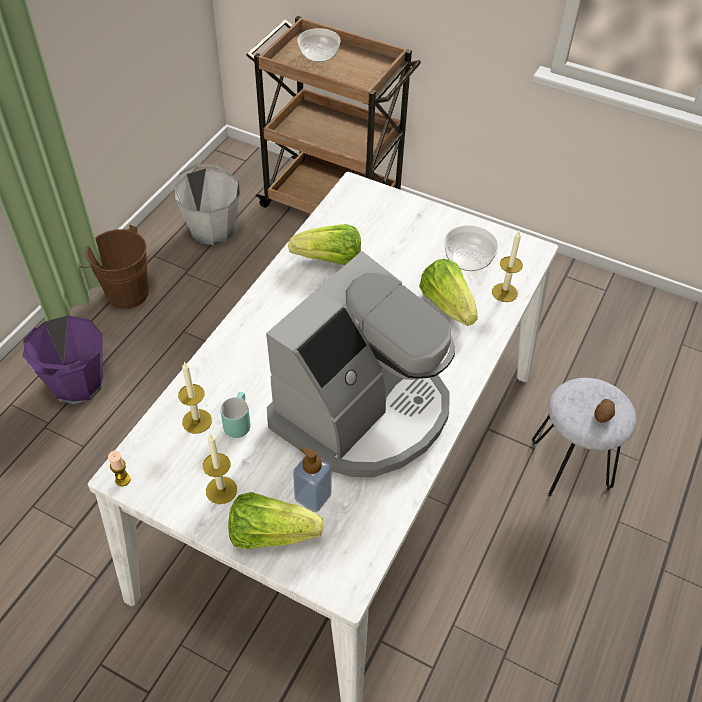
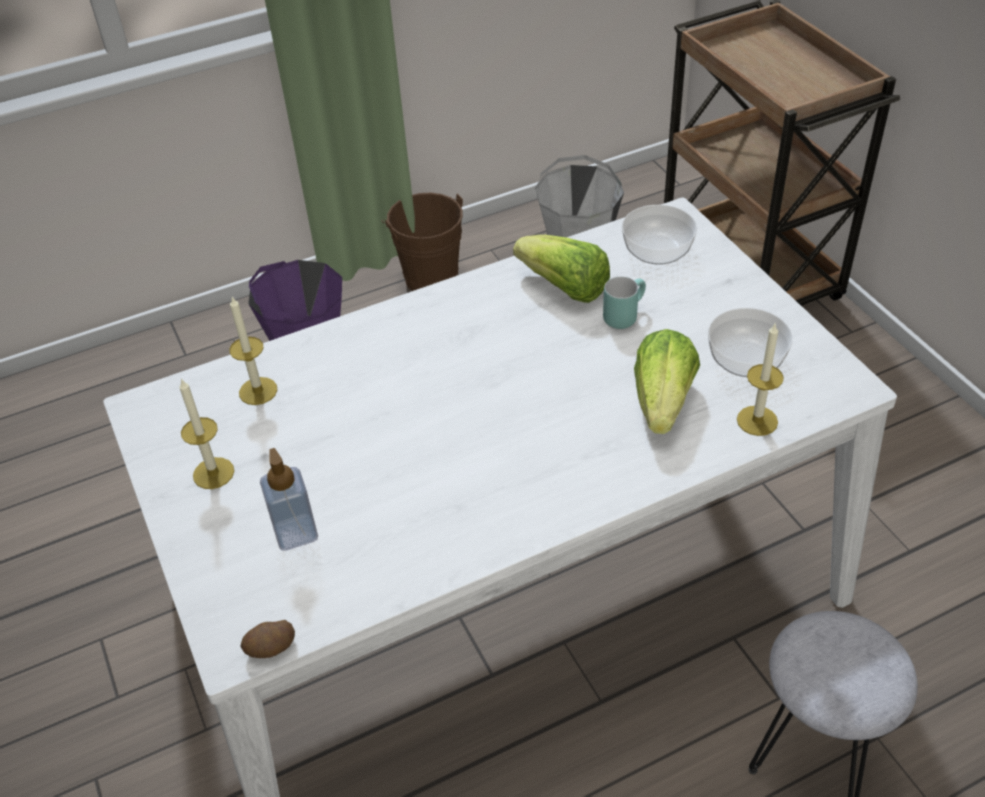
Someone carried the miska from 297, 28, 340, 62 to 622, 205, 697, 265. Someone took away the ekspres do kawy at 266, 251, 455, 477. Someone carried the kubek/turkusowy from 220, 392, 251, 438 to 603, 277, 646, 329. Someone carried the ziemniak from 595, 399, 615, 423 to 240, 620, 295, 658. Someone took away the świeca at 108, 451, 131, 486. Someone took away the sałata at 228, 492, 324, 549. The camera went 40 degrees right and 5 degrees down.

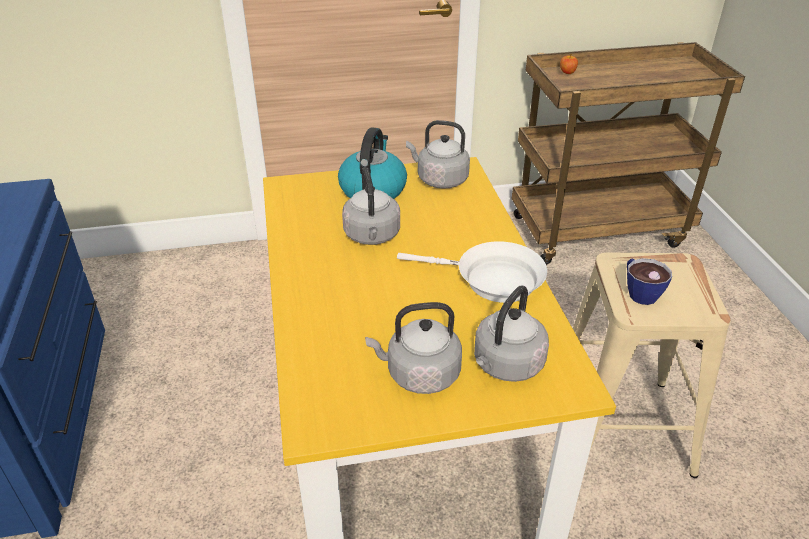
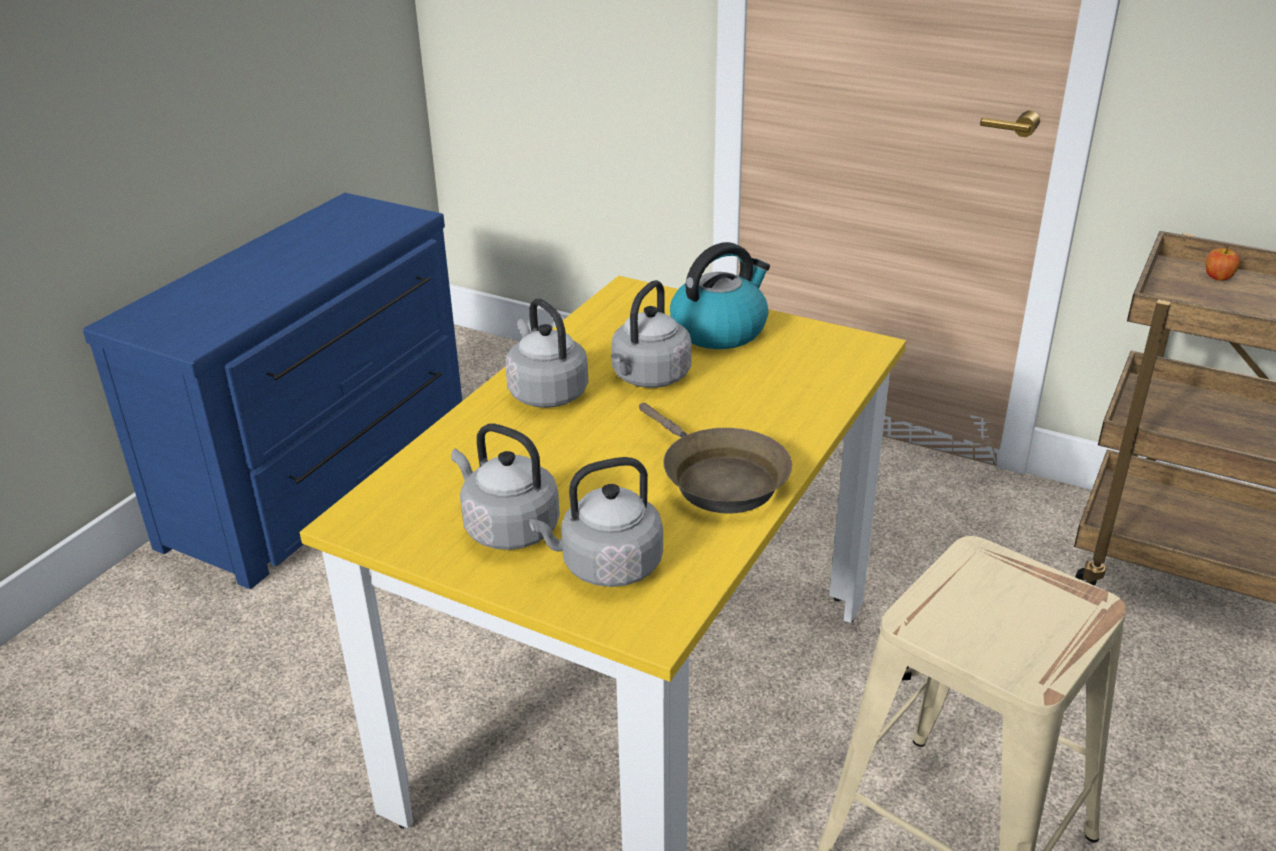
Someone carried the czajnik/szary from 406, 120, 470, 189 to 505, 298, 588, 408. Someone repainted the patelnia/biały at 397, 241, 547, 303, which became the patelnia/brązowy at 639, 403, 792, 513. Someone took away the filiżanka at 627, 258, 672, 305. The camera went 40 degrees right and 5 degrees down.

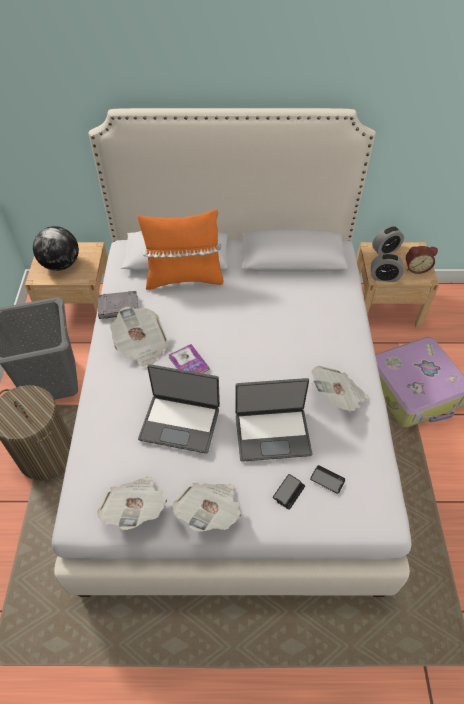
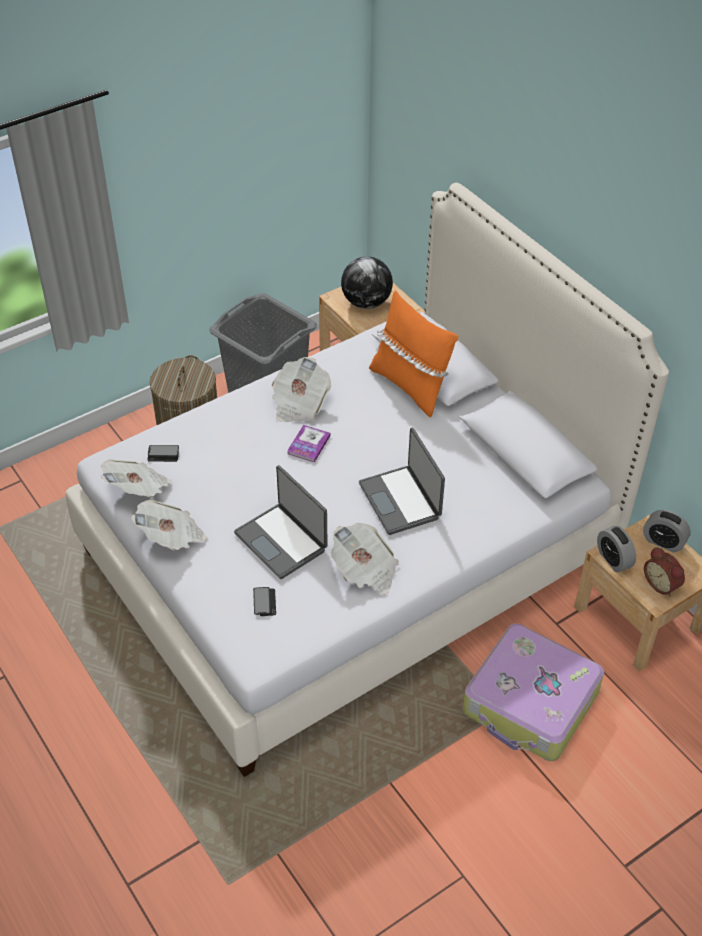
Someone took away the książka/szary at 98, 291, 138, 319. Someone carried the laptop from 138, 364, 220, 454 to 359, 427, 445, 535. Someone carried the telefon from 273, 474, 305, 510 to 147, 445, 179, 462. The camera went 55 degrees right and 5 degrees down.

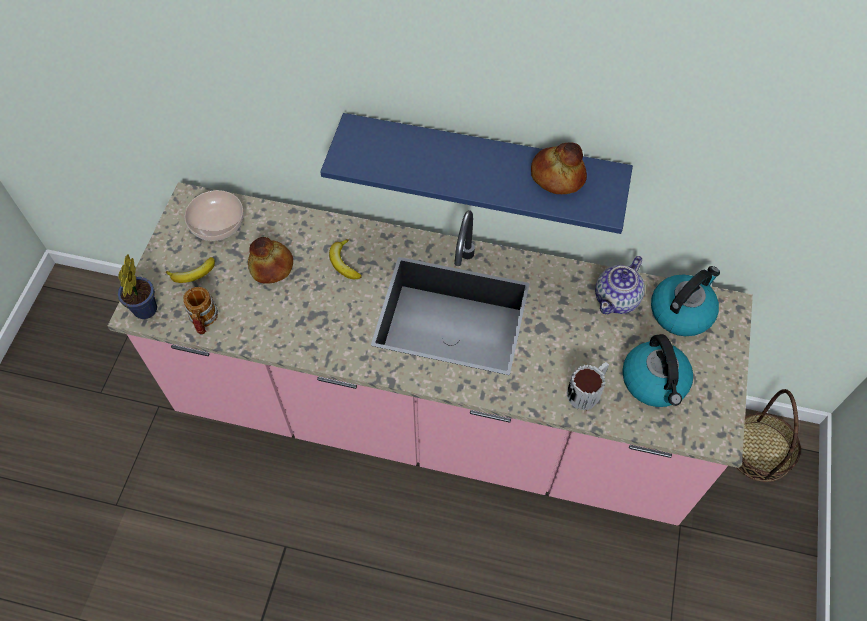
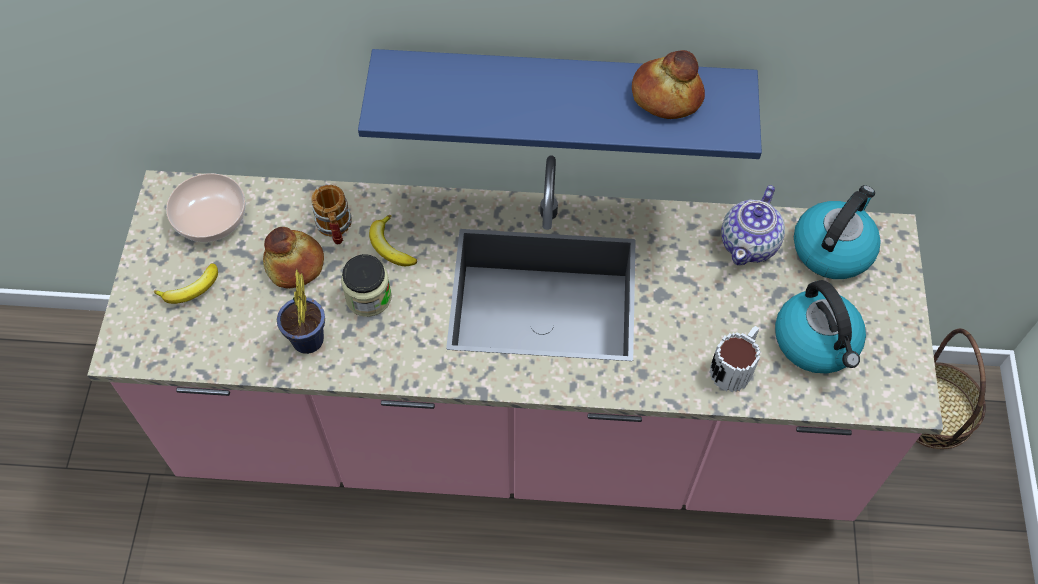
Someone carried the roślina doniczkowa from 118, 254, 157, 319 to 277, 269, 325, 354. Someone carried the kubek from 183, 287, 218, 334 to 311, 185, 352, 244. Someone put down the słoik at 341, 254, 392, 317. The camera went 10 degrees left and 0 degrees up.

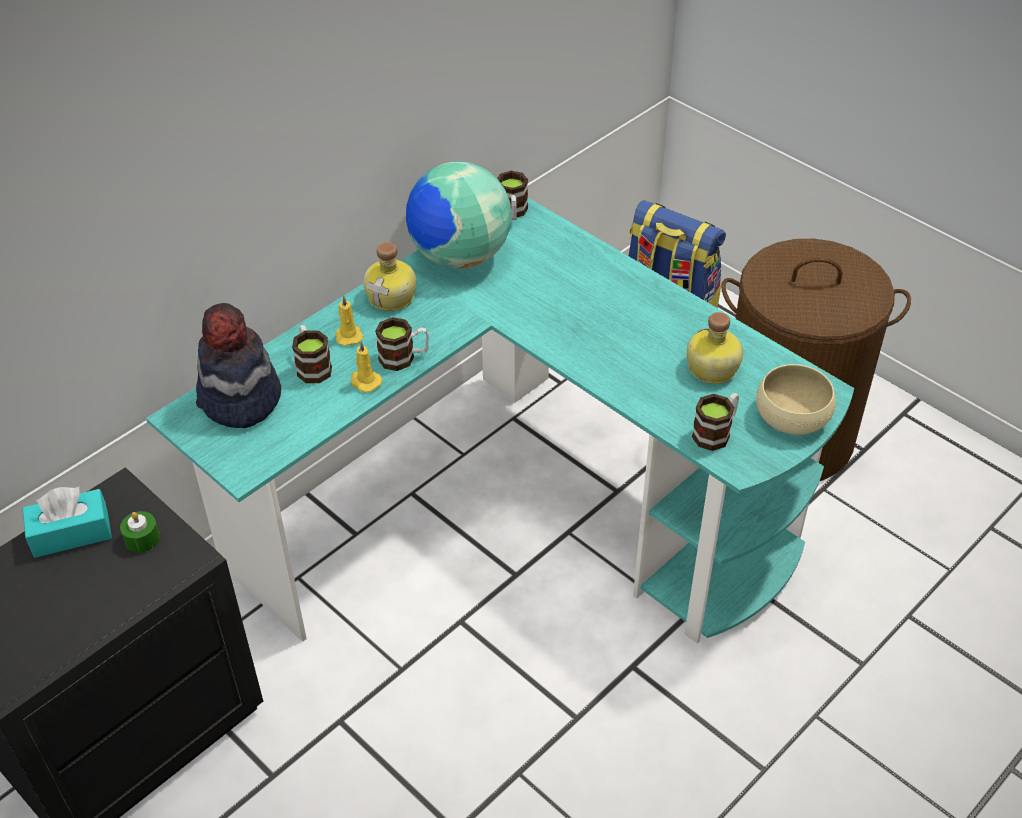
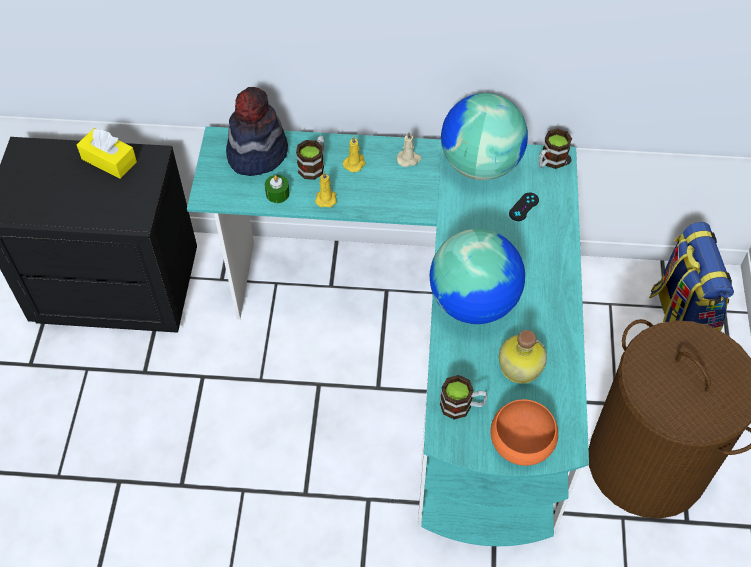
Someone swapped the butelka at 363, 242, 416, 311 for the świeca/beżowy at 396, 132, 422, 167. Someone took away the kubek at 375, 317, 429, 371. Someone repainted the miska/beżowy at 756, 364, 836, 435, which became the miska/pomarańczowy at 490, 399, 558, 466. Someone repainted the pudełko chusteczek/turkusowy at 22, 487, 112, 558, which became the pudełko chusteczek/żółty at 77, 128, 137, 179. Someone carried the świeca/zielony from 120, 511, 160, 553 to 265, 175, 290, 203. Someone put down the pad do gier/czarny at 509, 193, 539, 221. Someone put down the globus at 430, 229, 525, 324. The camera went 50 degrees right and 10 degrees up.

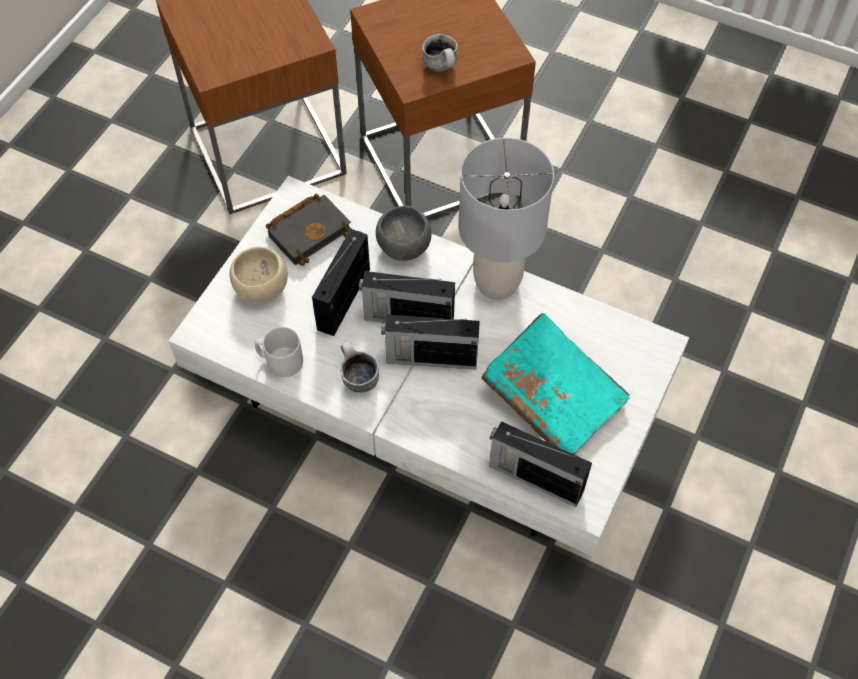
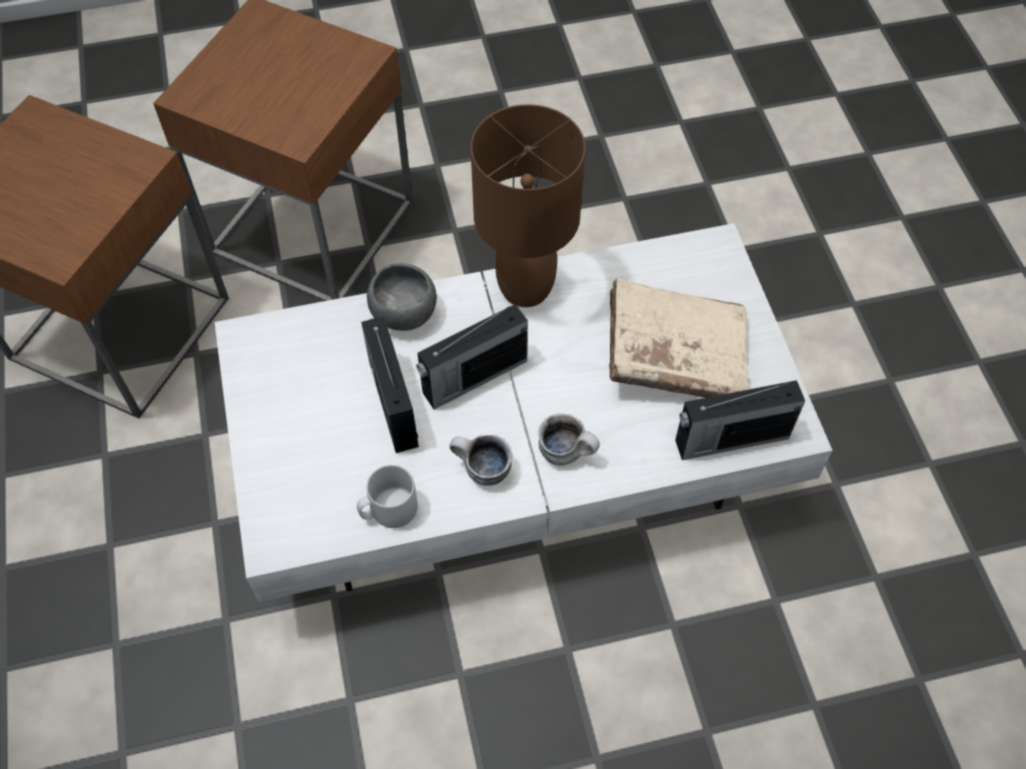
Someone carried the kubek from 422, 34, 458, 72 to 538, 413, 600, 465. Someone repainted the lampa stołowa/szary at 459, 138, 554, 300, which became the lampa stołowa/brązowy at 471, 104, 586, 307. Someone took away the książka/czarny at 266, 194, 351, 266. Someone took away the miska/beżowy at 230, 247, 288, 303. Someone repainted the książka/turkusowy at 481, 313, 630, 454, which became the książka/beżowy at 609, 279, 749, 398. Someone took away the radio at 381, 315, 480, 369. The camera went 40 degrees left and 0 degrees up.

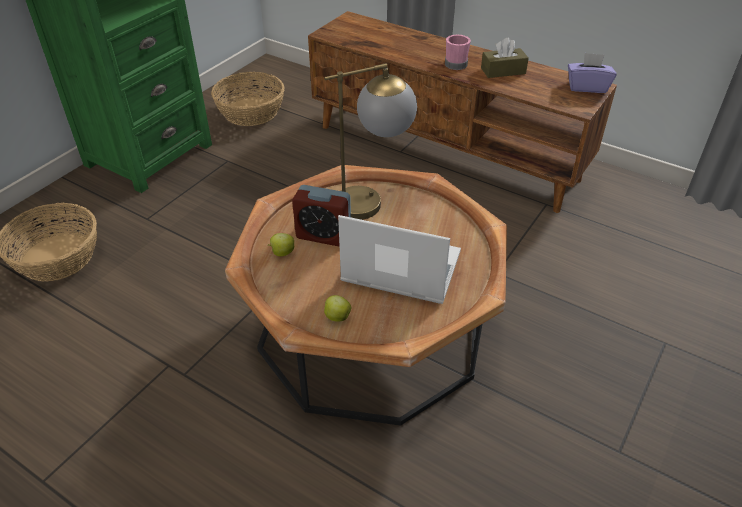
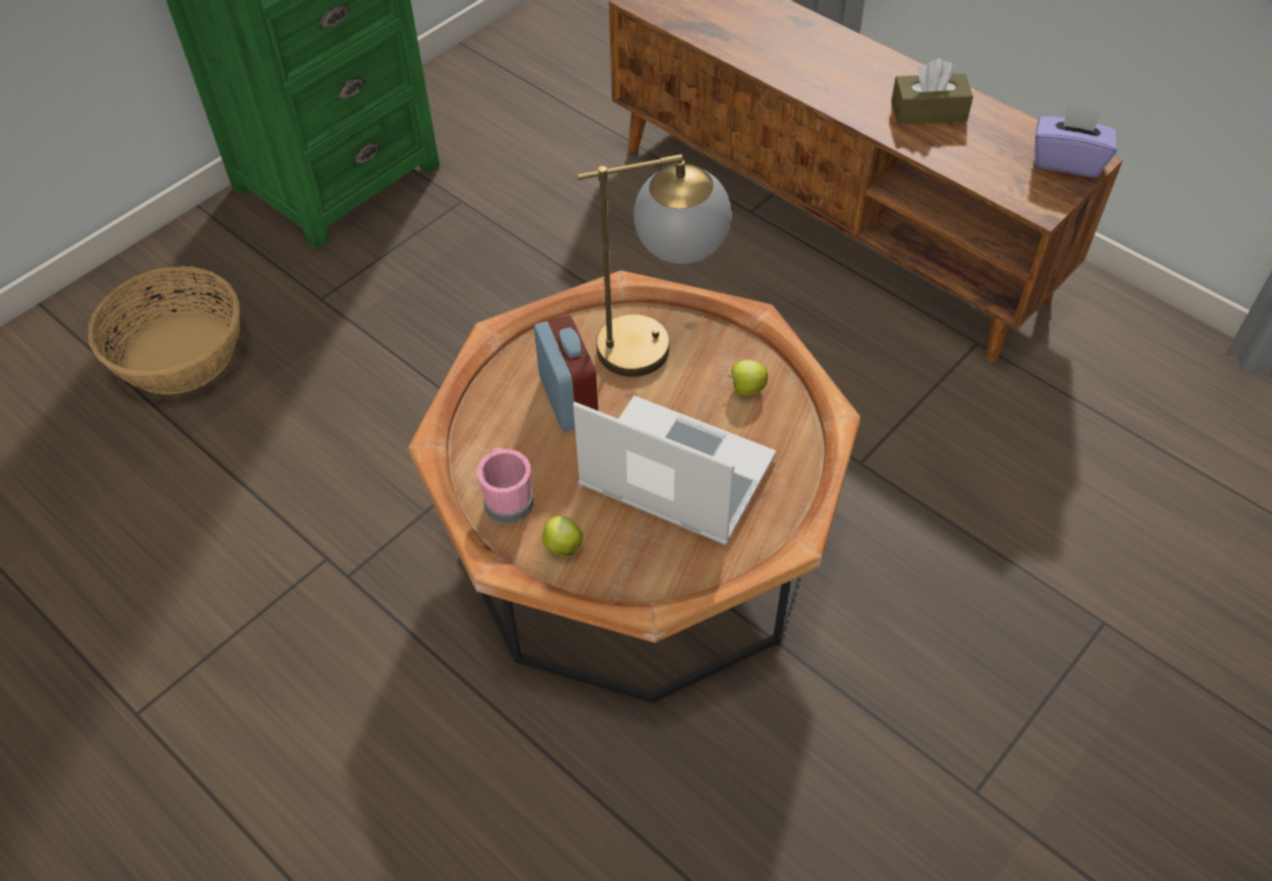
Someone carried the kubek/różowy from 445, 35, 471, 70 to 477, 447, 534, 524. Someone took away the koszyk at 211, 72, 284, 126. Someone rotated the budzik at 292, 185, 351, 247 by 135 degrees counterclockwise. Someone carried the jabłko from 268, 233, 294, 256 to 727, 360, 768, 395. The camera went 10 degrees right and 10 degrees up.

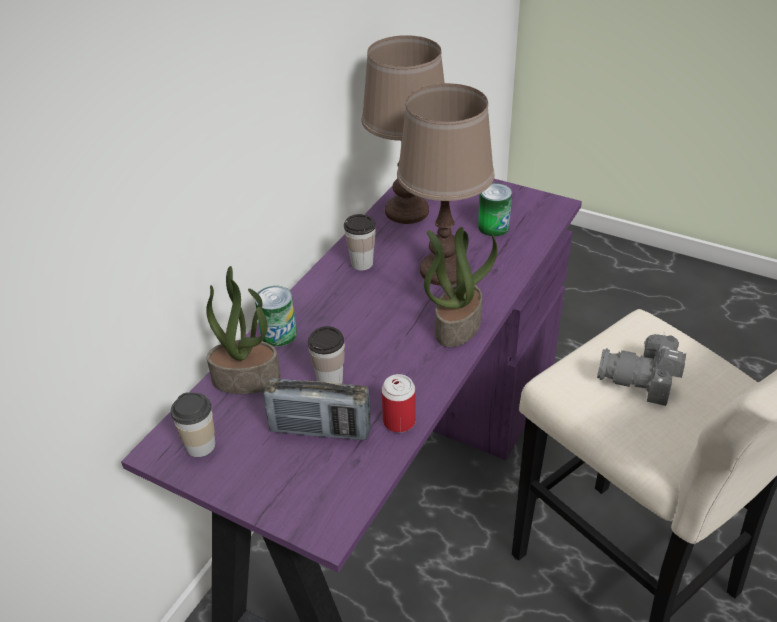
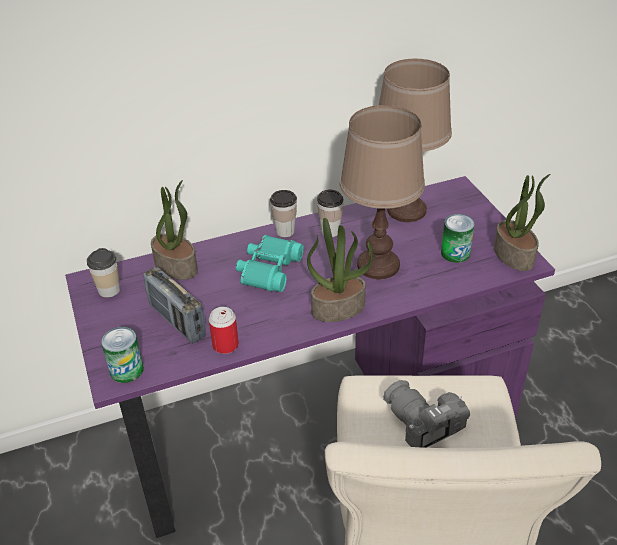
Someone carried the puszka from 255, 286, 297, 346 to 101, 327, 144, 383. Someone carried the filiżanka from 308, 326, 345, 384 to 270, 190, 297, 237. Someone put down the roślina doniczkowa at 494, 174, 550, 271. Someone put down the lornetka/turkusowy at 236, 235, 304, 292. The camera went 40 degrees right and 0 degrees up.

